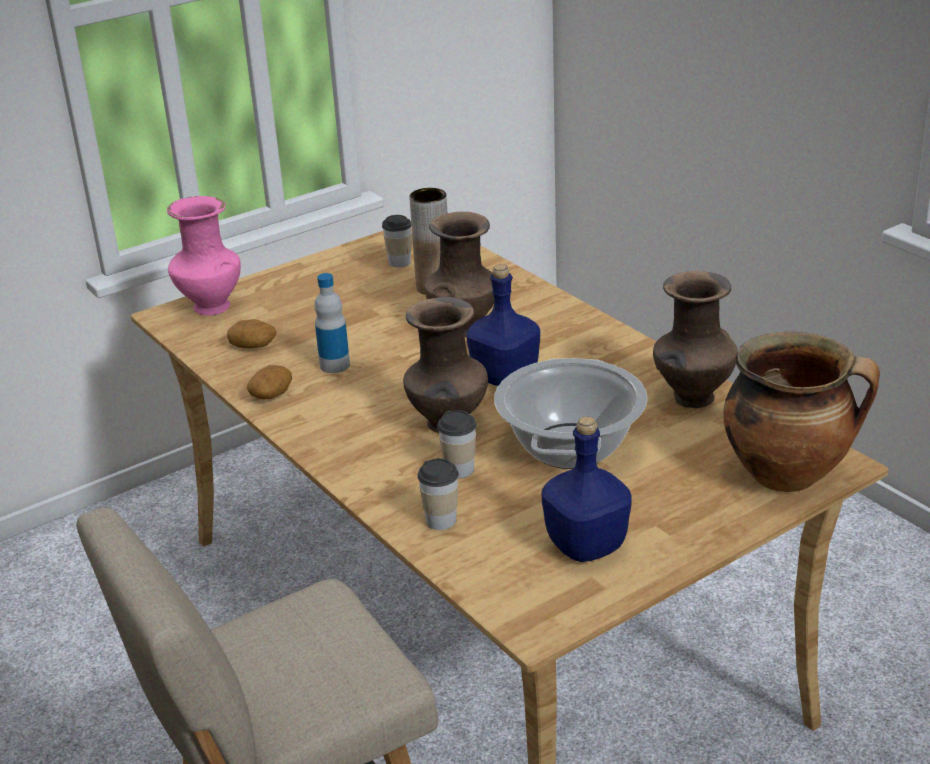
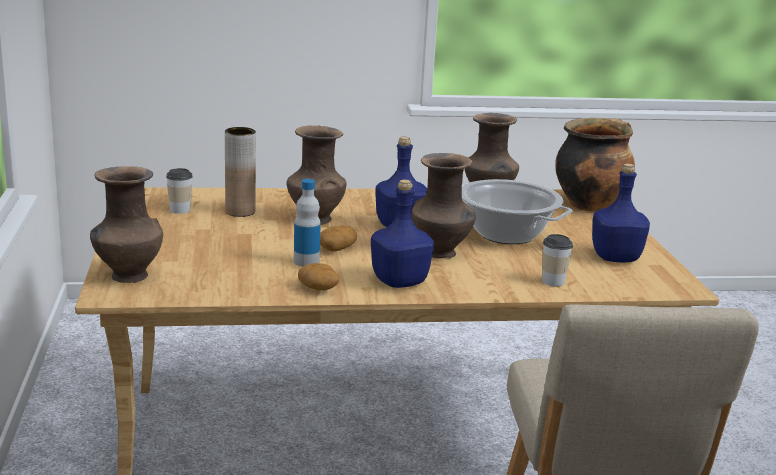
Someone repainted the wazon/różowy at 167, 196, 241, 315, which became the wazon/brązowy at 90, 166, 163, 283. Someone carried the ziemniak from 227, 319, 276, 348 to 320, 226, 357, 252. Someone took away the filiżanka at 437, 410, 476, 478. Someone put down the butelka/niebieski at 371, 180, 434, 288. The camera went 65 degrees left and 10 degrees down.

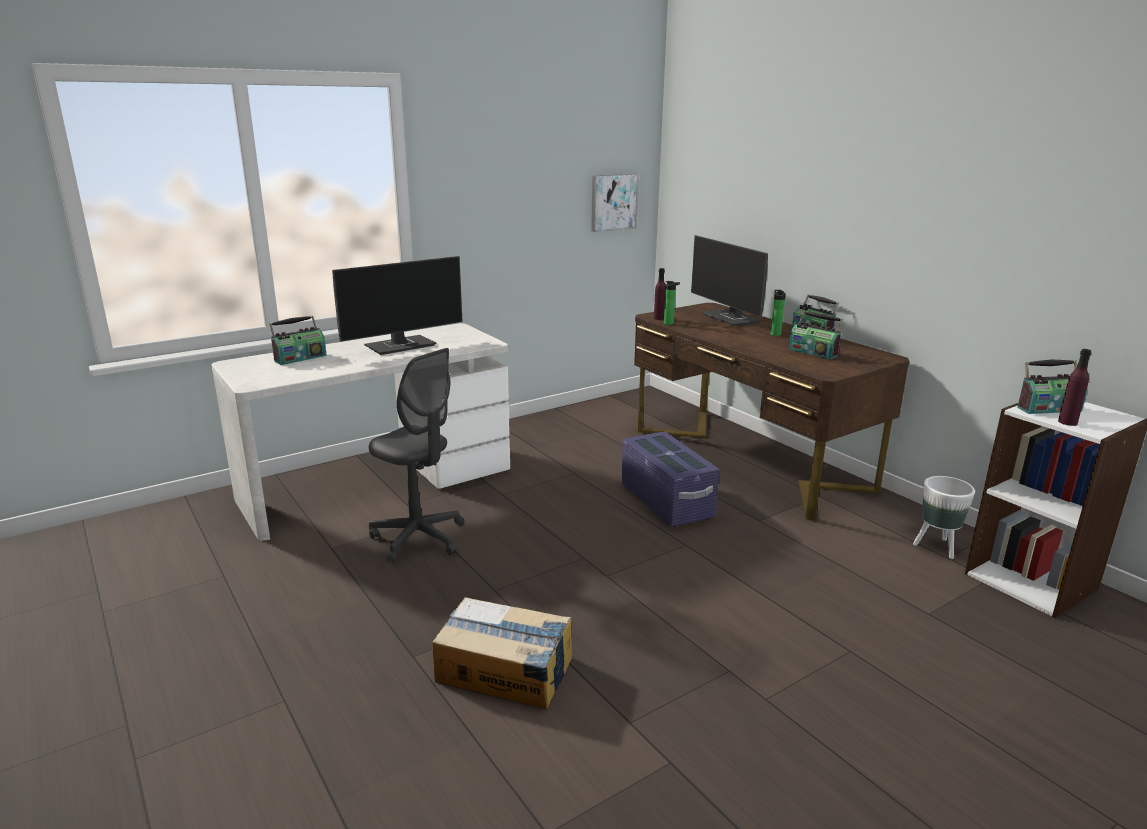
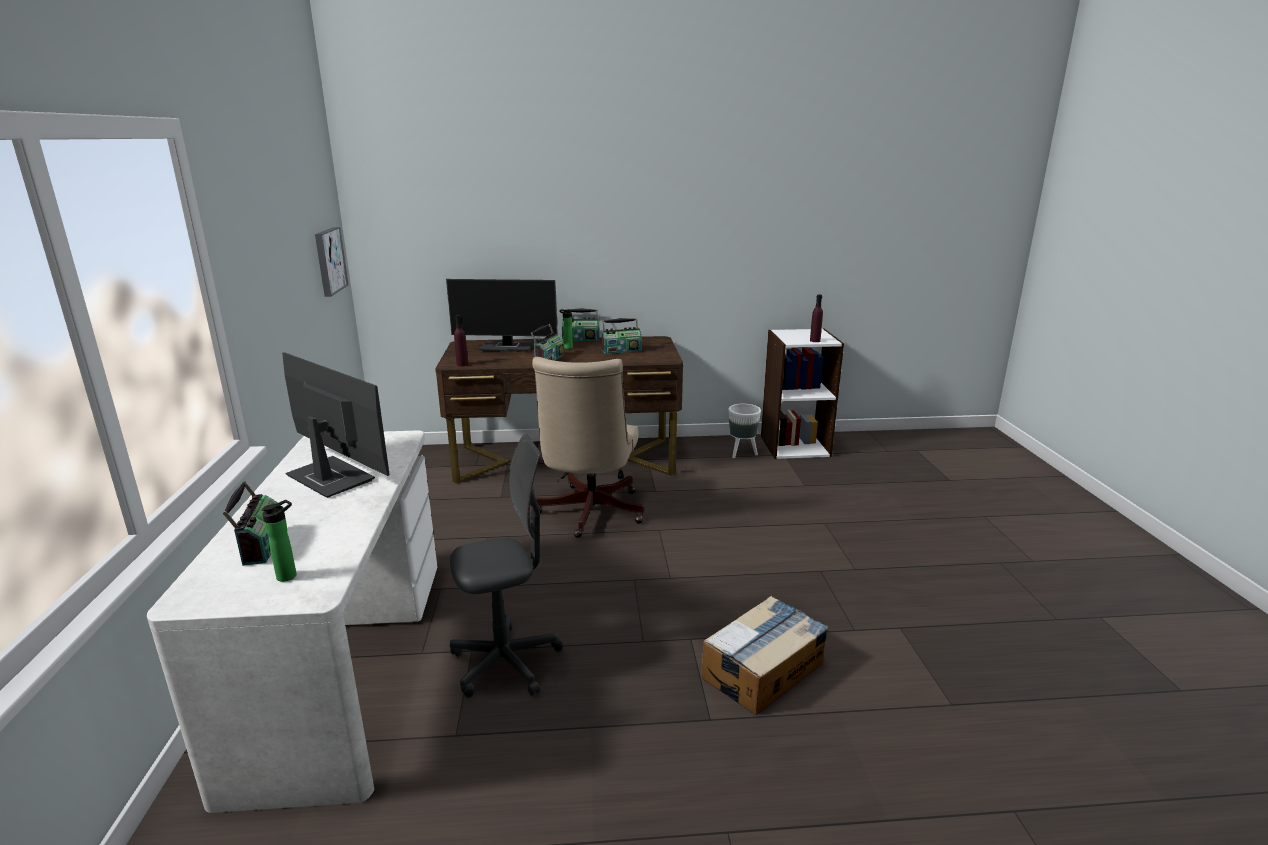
Someone rotated the monitor at 332, 256, 463, 355 by 45 degrees counterclockwise. Someone carried the butelka from 664, 281, 680, 325 to 261, 500, 297, 582. Someone carried the radio from 1017, 359, 1088, 414 to 531, 324, 564, 360. Someone swapped the pojemnik do przechowywania/fioletowy at 621, 431, 720, 527 for the krzesło biurowe/beżowy at 532, 357, 644, 538. The camera went 60 degrees left and 0 degrees up.

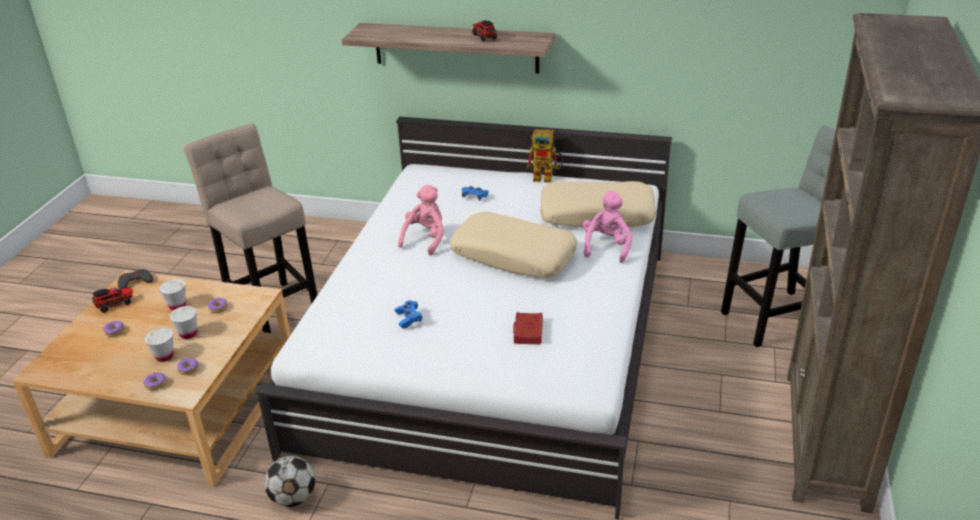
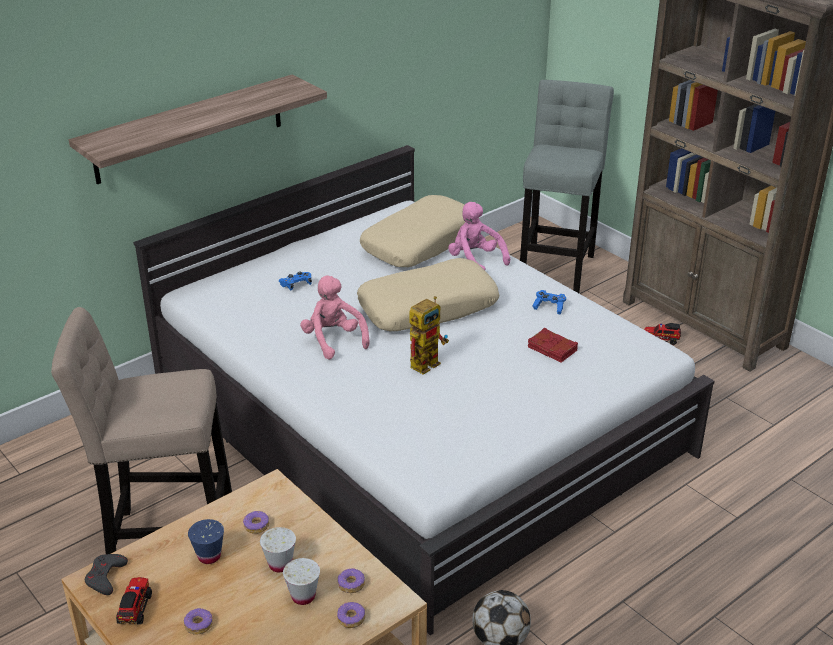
Someone carried the ciężarówka zabawkowa from 472, 20, 497, 42 to 644, 323, 681, 345. Someone carried the robot zabawkowy from 526, 129, 563, 183 to 409, 296, 449, 375. Someone repainted the filiżanka/biały at 159, 279, 186, 310, which became the filiżanka/niebieski at 188, 519, 224, 564. Someone carried the pad do gier/niebieski from 395, 300, 422, 329 to 532, 290, 566, 314. The camera went 55 degrees left and 0 degrees up.

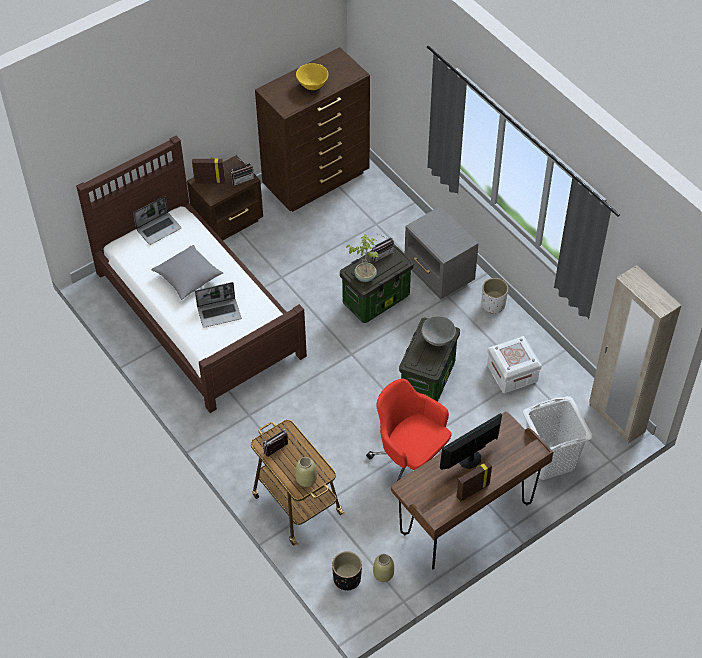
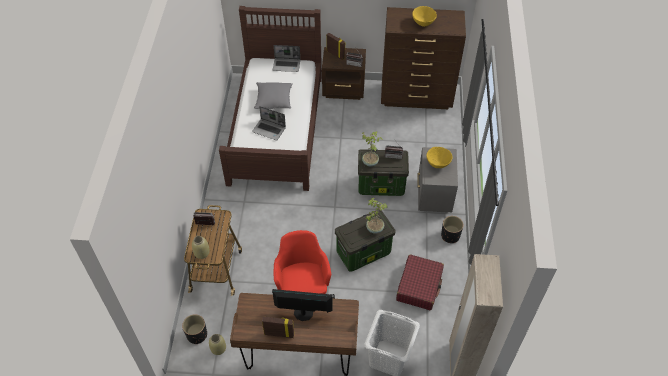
Someone repainted the donica/biały at 481, 278, 508, 314, which became the donica/czarny at 441, 216, 464, 243. Someone swapped the miska/szary at 422, 316, 456, 346 for the roślina doniczkowa at 366, 198, 388, 234. Someone swapped the pojemnik do przechowywania/biały at 487, 336, 542, 393 for the walizka/czerwony at 396, 254, 444, 310. Someone put down the miska/żółty at 426, 147, 453, 168. The camera went 40 degrees right and 0 degrees up.

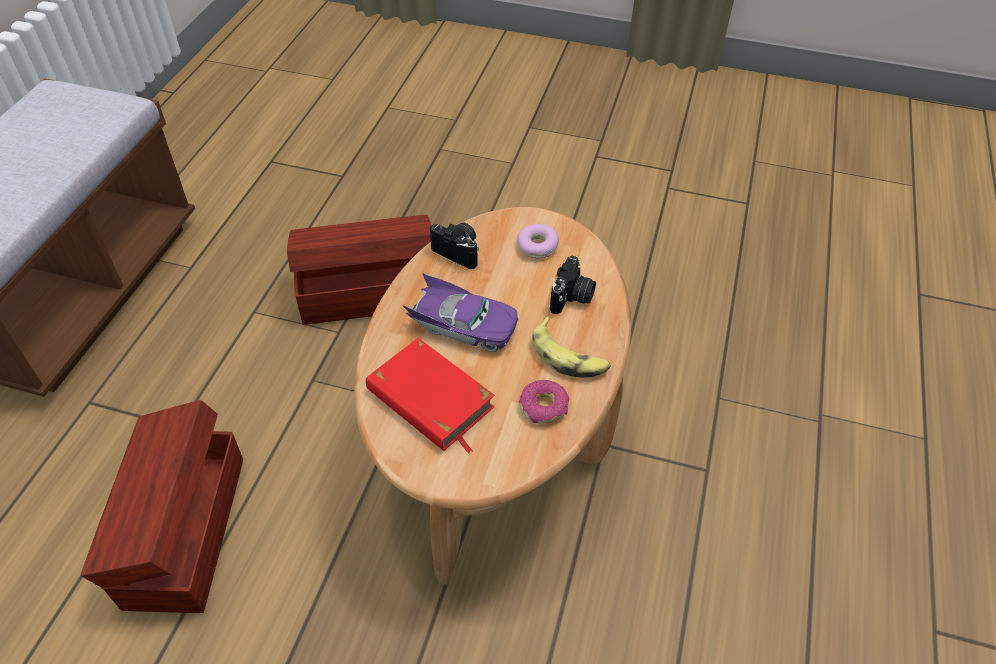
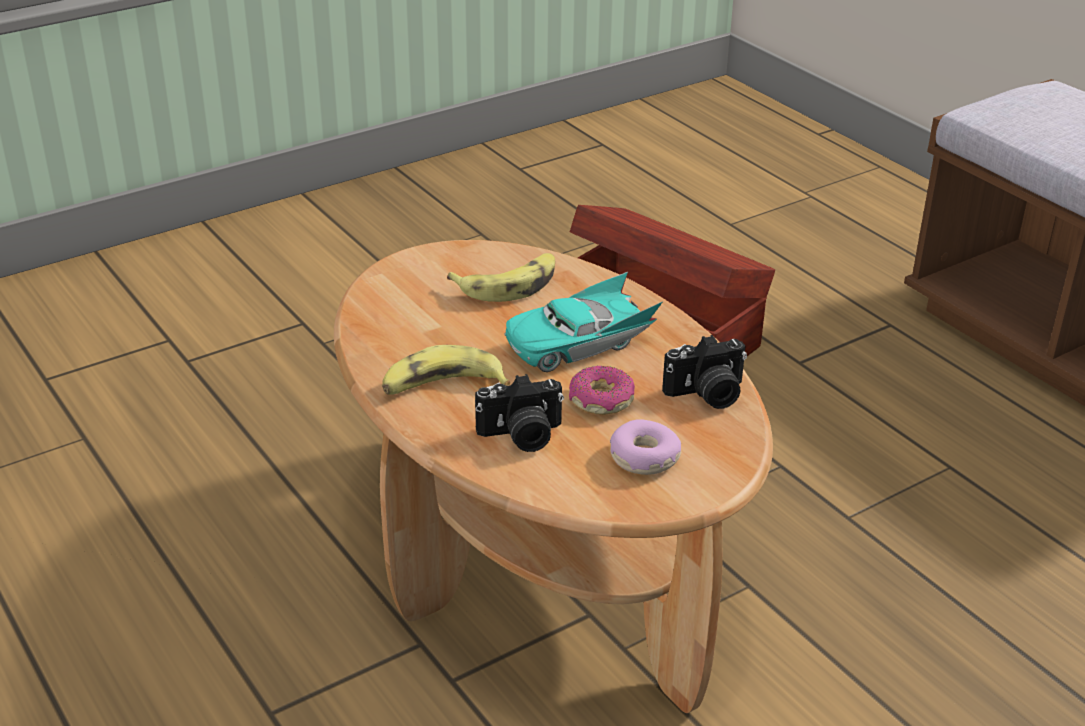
Someone took away the pojemnik do przechowywania/brązowy at 287, 215, 432, 325. Someone rotated the aparat fotograficzny at 550, 256, 596, 315 by 75 degrees counterclockwise. Someone repainted the samochodzik/fioletowy at 402, 273, 519, 352, which became the samochodzik/turkusowy at 505, 272, 662, 372. Someone swapped the książka/czerwony at 366, 338, 495, 454 for the banan at 447, 253, 555, 302. Someone carried the donut from 519, 380, 570, 424 to 569, 366, 635, 415. The camera went 130 degrees right and 15 degrees down.

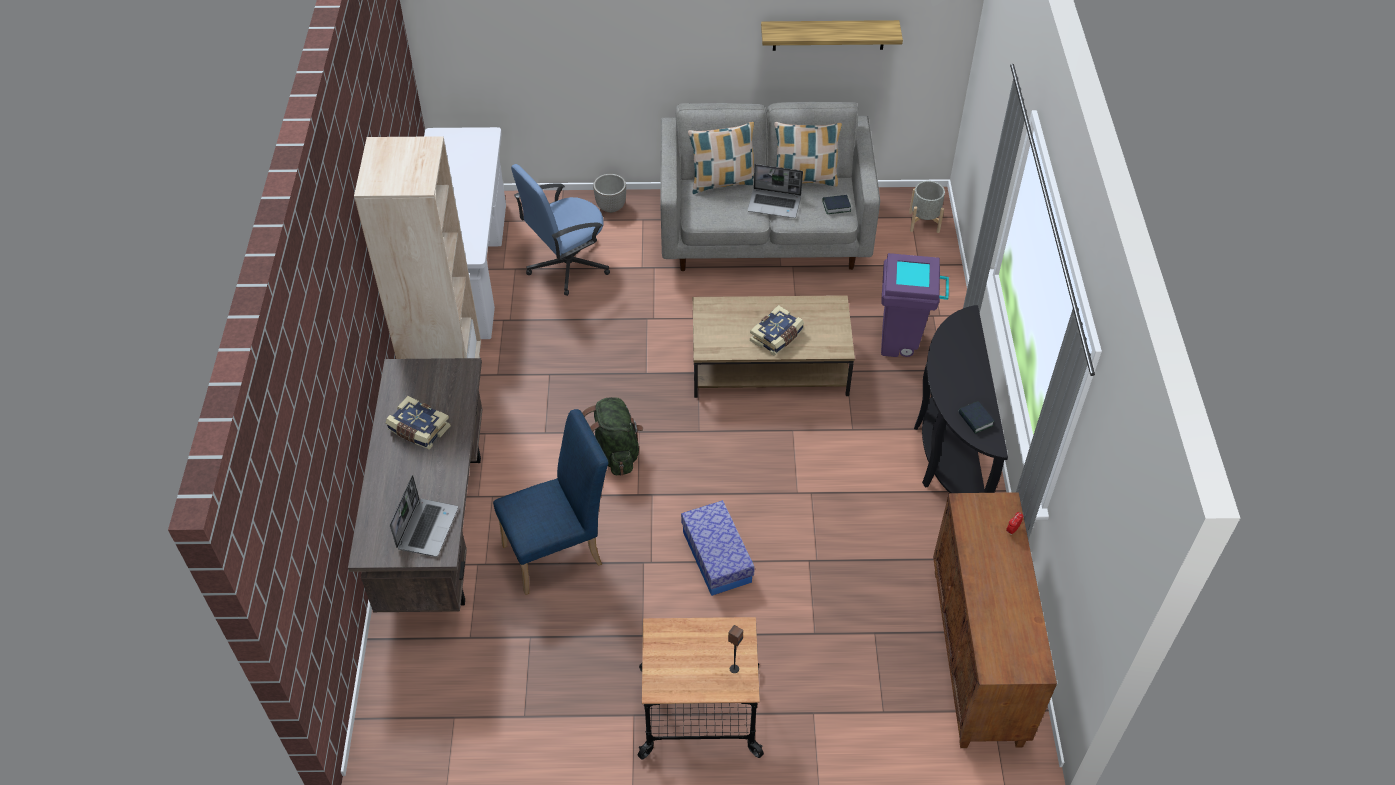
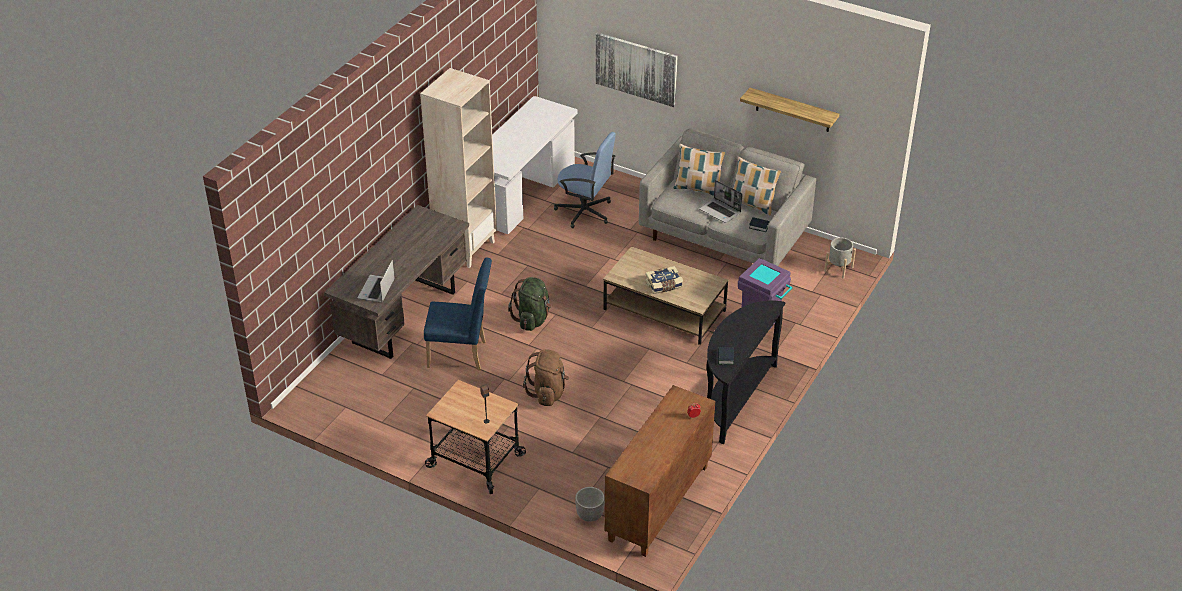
Someone rotated the krzesło biurowe/niebieski at 511, 164, 610, 296 by 150 degrees counterclockwise. Someone carried the donica from 593, 174, 626, 213 to 575, 487, 605, 522. Someone took away the książka at 386, 396, 451, 450. Someone rotated the laptop at 390, 475, 458, 557 by 150 degrees clockwise. Someone swapped the pojemnik do przechowywania at 681, 500, 755, 596 for the plecak/brązowy at 523, 350, 569, 406. Someone put up the obraz at 596, 33, 677, 107. The camera went 30 degrees right and 10 degrees down.

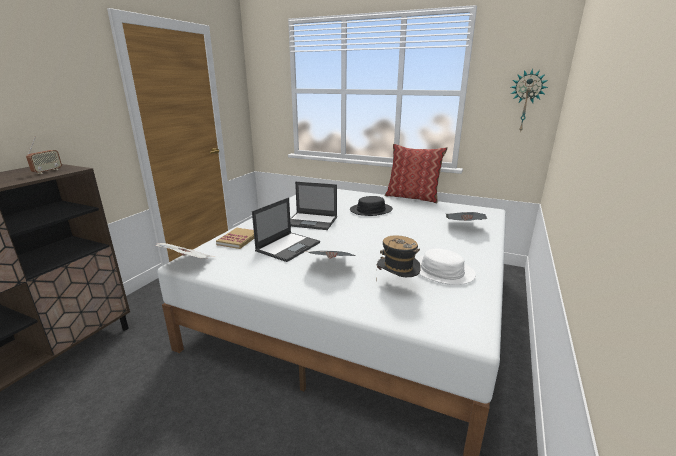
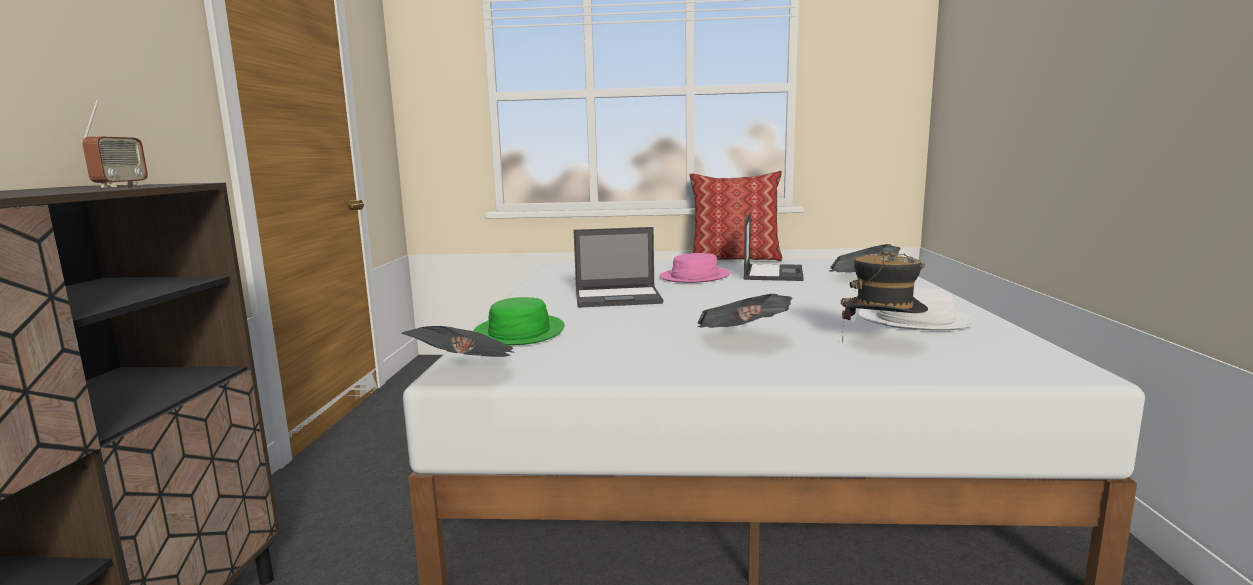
Someone took away the zegar ścienny at 511, 68, 548, 133. Someone repainted the kapelusz/czarny at 350, 196, 393, 216, which became the kapelusz/różowy at 659, 253, 731, 283. Someone carried the laptop from 252, 197, 320, 262 to 743, 213, 804, 281. Someone swapped the książka at 216, 228, 254, 249 for the kapelusz/zielony at 473, 297, 565, 345. The camera went 20 degrees left and 10 degrees down.

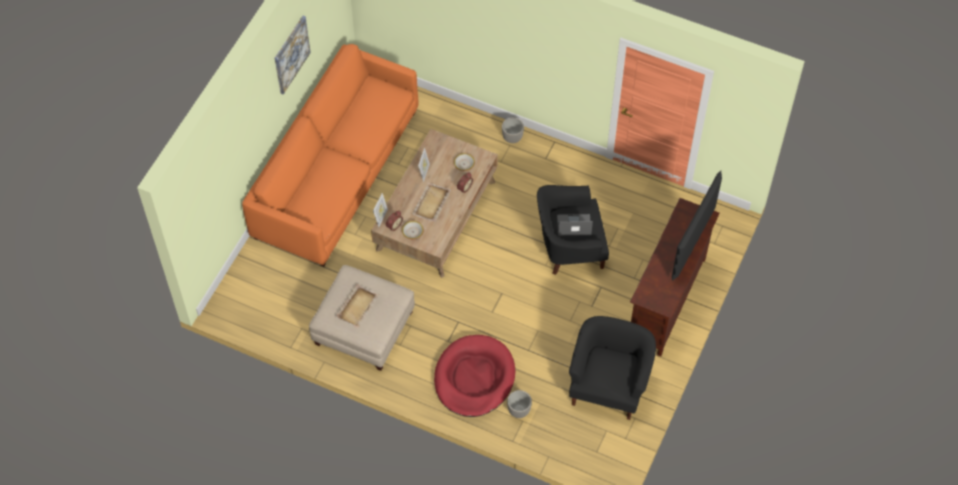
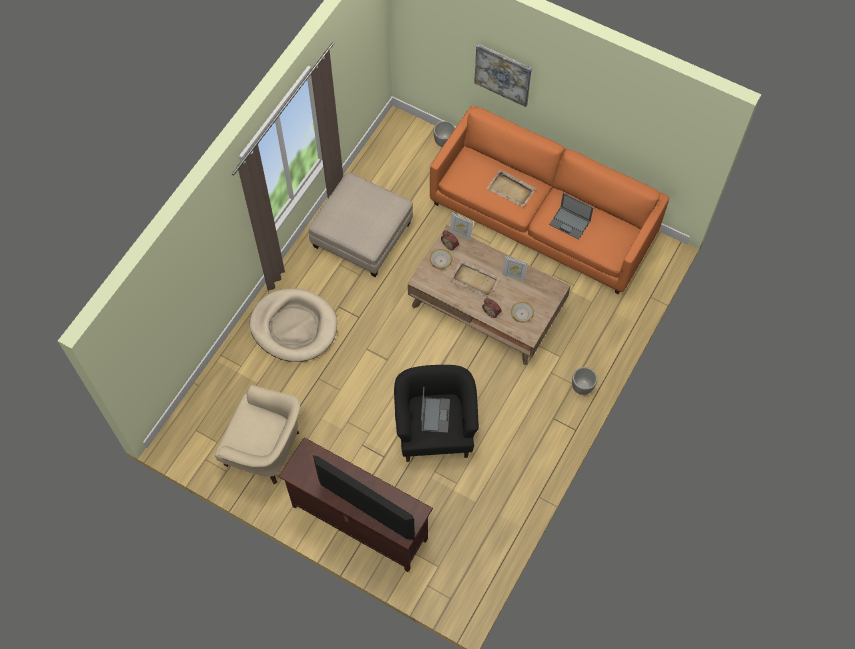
Someone carried the obraz from 275, 16, 311, 95 to 474, 44, 532, 107. Someone carried the taca/beżowy from 335, 284, 379, 329 to 487, 169, 536, 207. Someone repainted the fotel/czarny at 569, 316, 656, 420, which became the fotel/beżowy at 215, 385, 300, 484. Someone repainted the legowisko/czerwony at 434, 335, 515, 417, which became the legowisko/beżowy at 249, 288, 337, 362. Someone carried the donica from 507, 390, 532, 418 to 433, 121, 455, 147. Someone put down the laptop at 549, 193, 594, 240. The camera went 95 degrees right and 5 degrees up.

